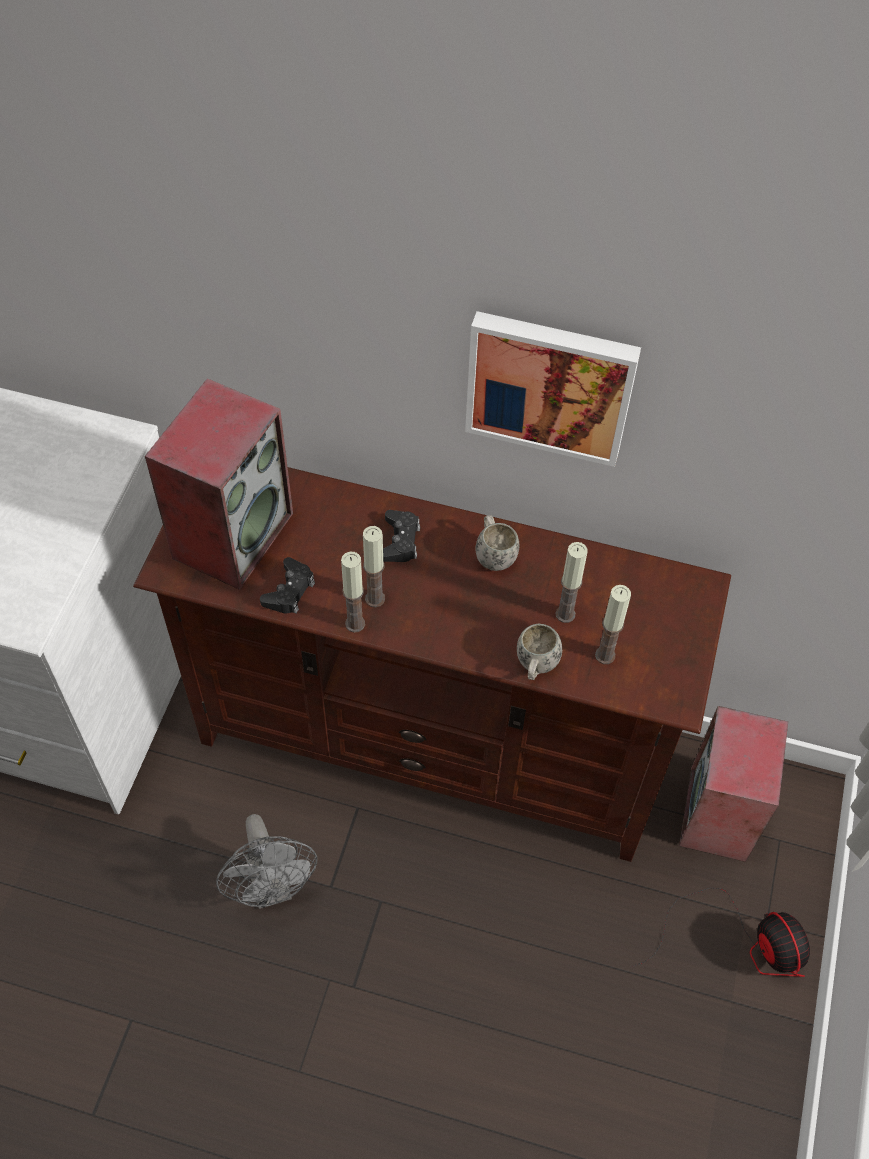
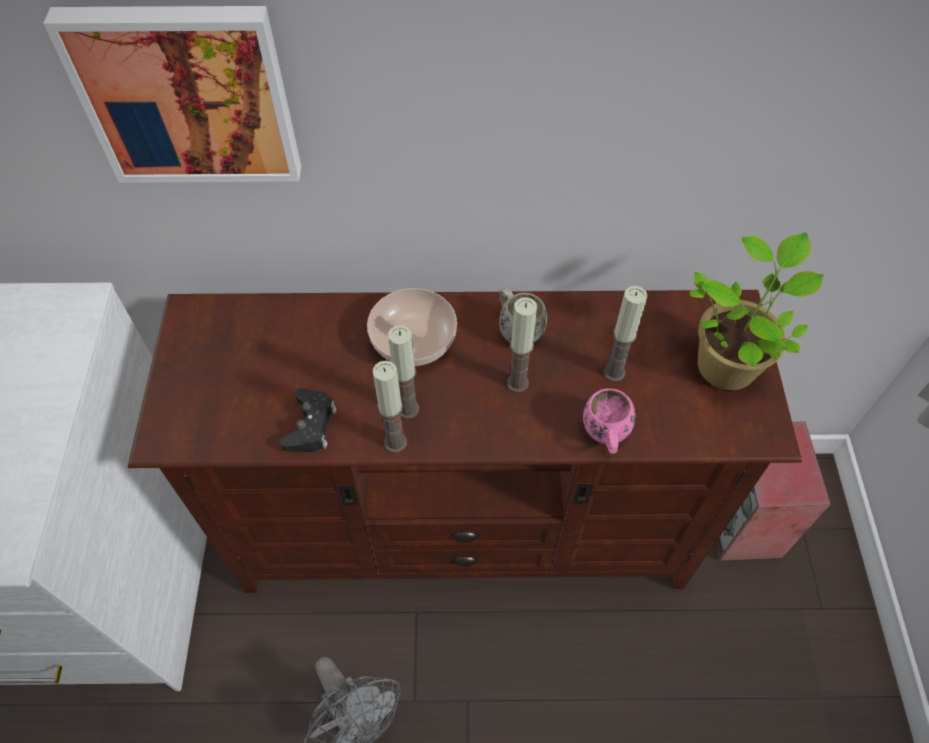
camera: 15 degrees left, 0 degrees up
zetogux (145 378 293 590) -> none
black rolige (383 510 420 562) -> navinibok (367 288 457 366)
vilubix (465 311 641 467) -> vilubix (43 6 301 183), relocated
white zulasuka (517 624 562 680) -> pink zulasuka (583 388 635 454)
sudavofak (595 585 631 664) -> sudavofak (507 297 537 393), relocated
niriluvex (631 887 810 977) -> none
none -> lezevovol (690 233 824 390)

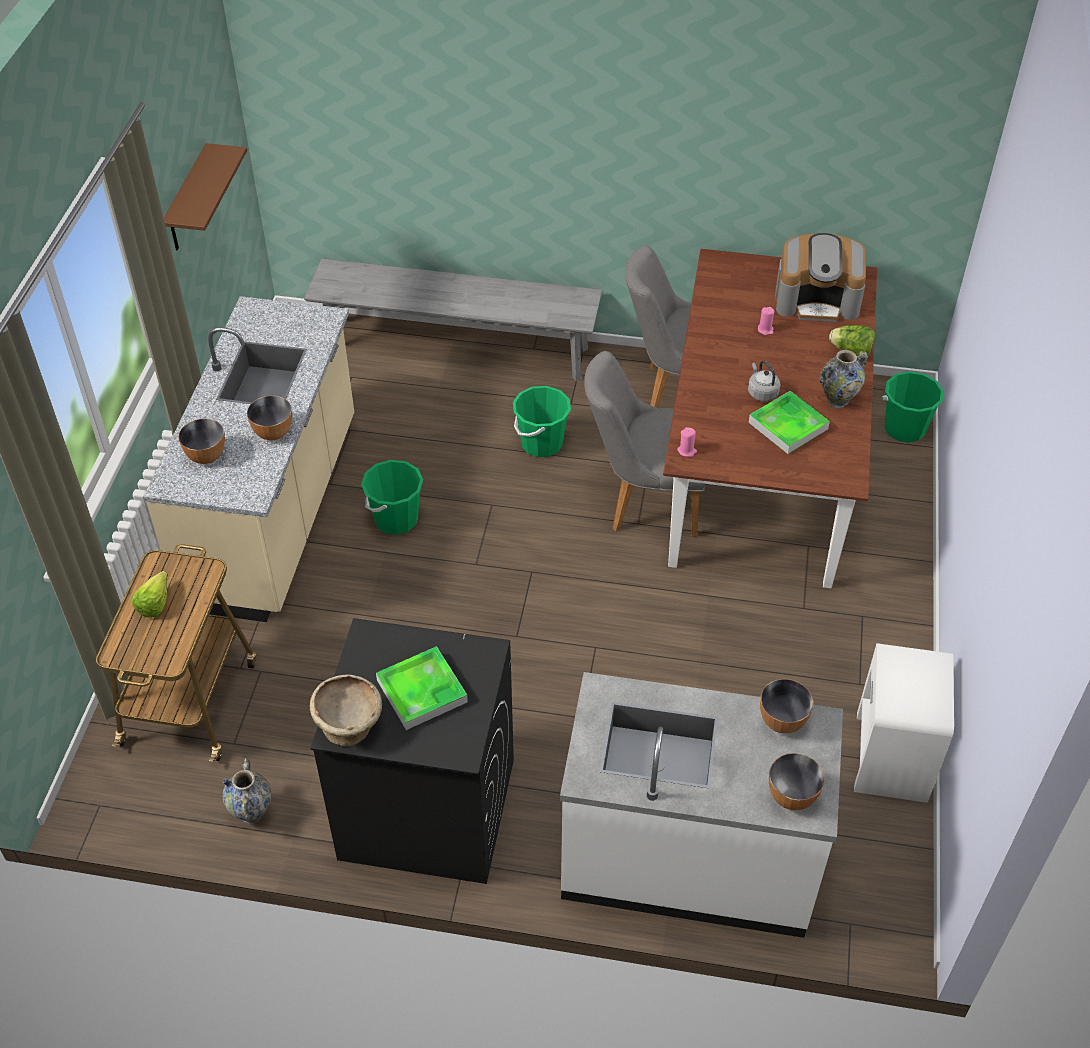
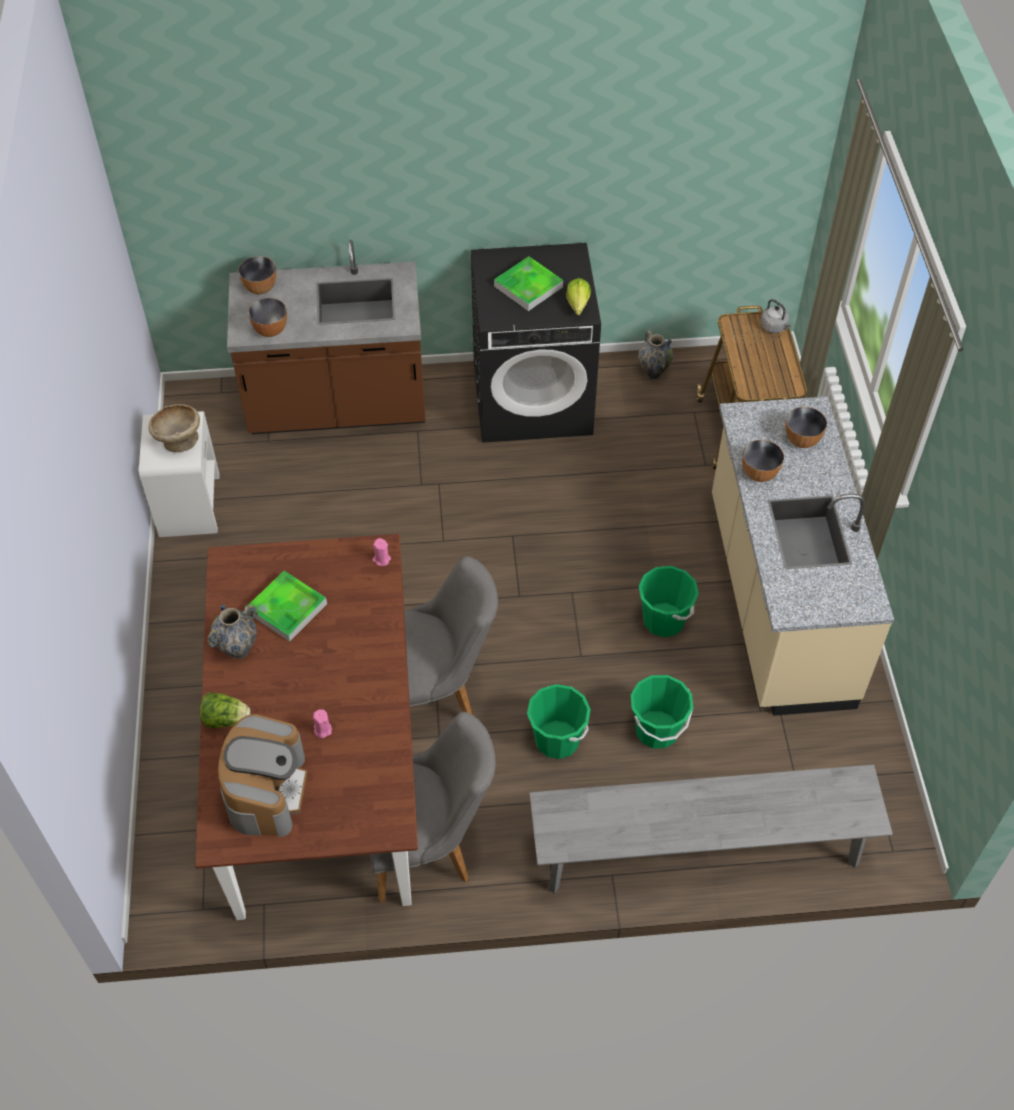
camera: 165 degrees right, 5 degrees up
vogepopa (132 571 168 617) -> vogepopa (566 278 591 315), relocated
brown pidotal (164 143 247 250) -> none
beige navinibok (310 675 382 746) -> beige navinibok (149 404 200 452), relocated
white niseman (560 672 843 938) -> brown niseman (227 240 426 434)
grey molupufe (748 361 781 401) -> grey molupufe (761 299 792 333), relocated
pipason (775 233 866 322) -> pipason (218 714 307 837), 105 degrees clockwise
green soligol (882 371 944 443) -> green soligol (631 675 693 748), relocated

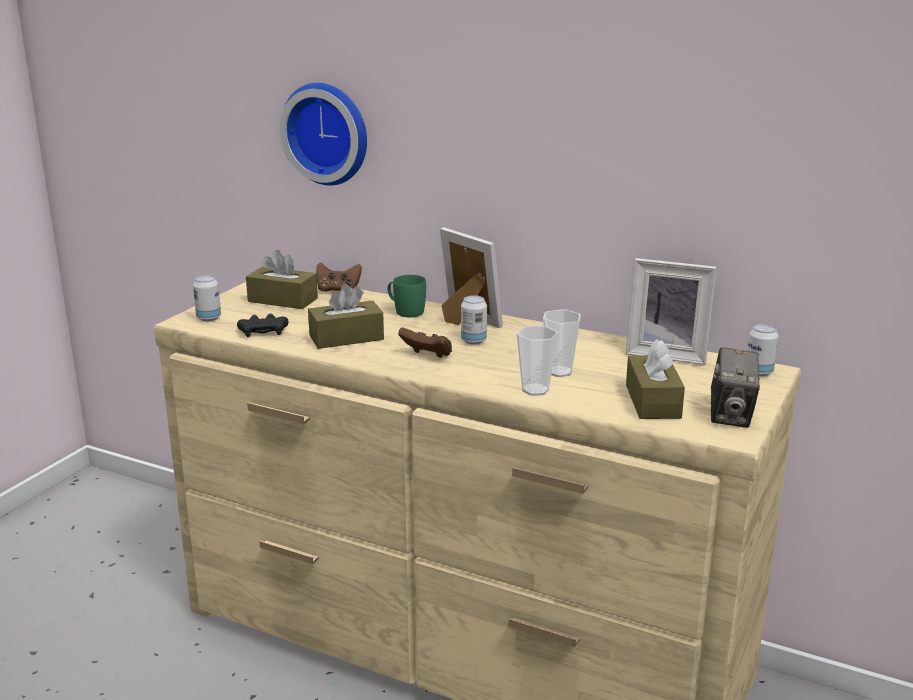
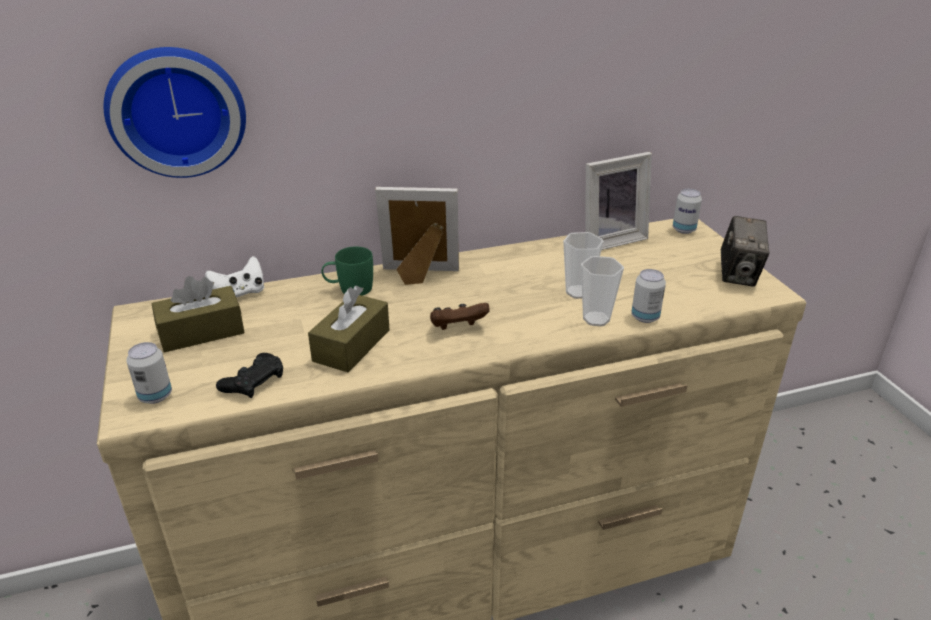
camera: 45 degrees left, 10 degrees up
brown rolige (316 262 362 292) -> white rolige (205 256 264 298)
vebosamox (461 295 487 345) -> vebosamox (631 269 666 323), relocated
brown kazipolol (626 339 685 419) -> none
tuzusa (711 347 760 428) -> tuzusa (721 216 770 287), 45 degrees clockwise

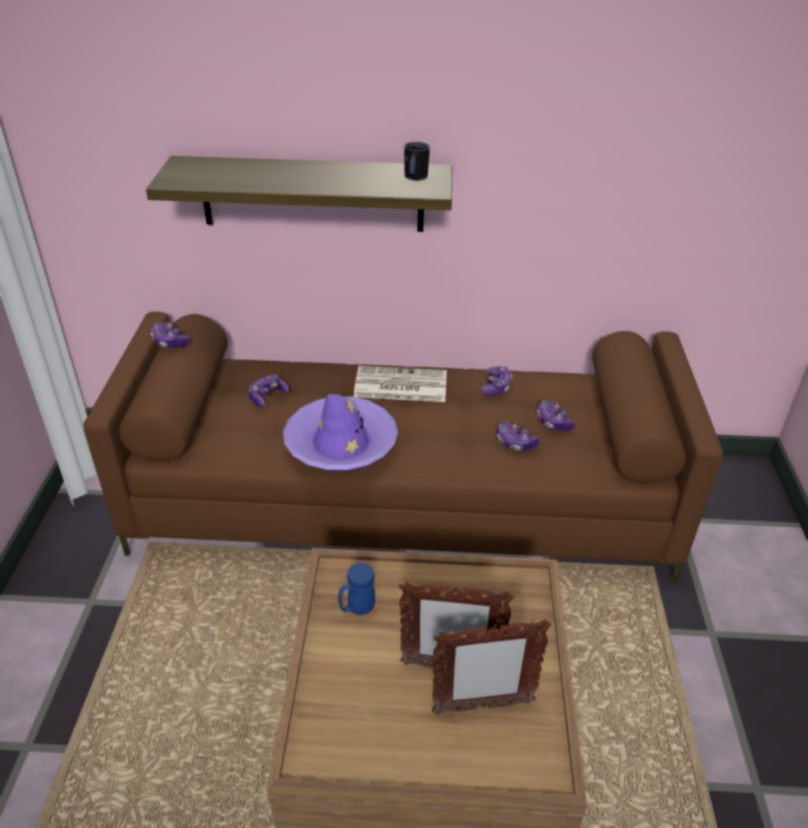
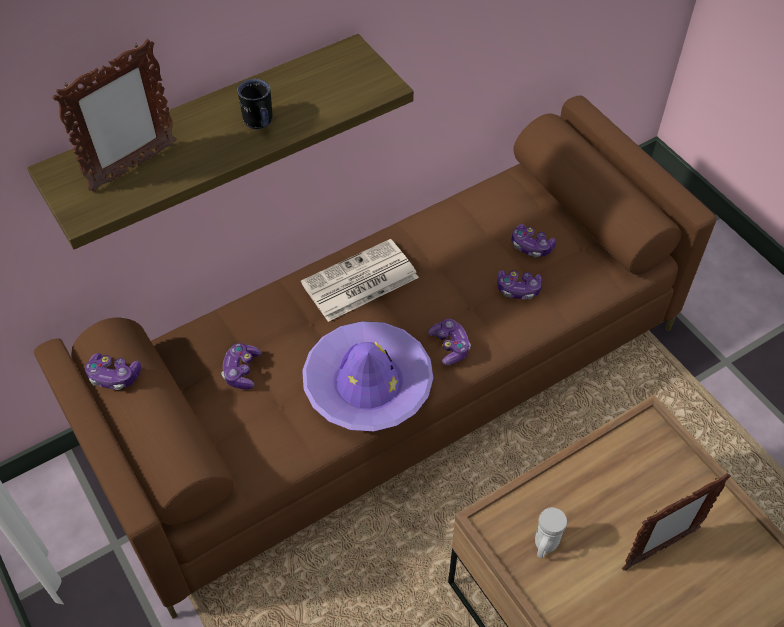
camera: 35 degrees left, 15 degrees up
blue zulasuka (338 563 375 615) -> white zulasuka (535 507 567 558)
black zulasuka (404 142 430 181) -> black zulasuka (238 79 272 129), relocated
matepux (432 619 551 715) -> matepux (52 39 176 192), relocated
rolige (481 366 512 395) -> rolige (428 319 471 365), relocated

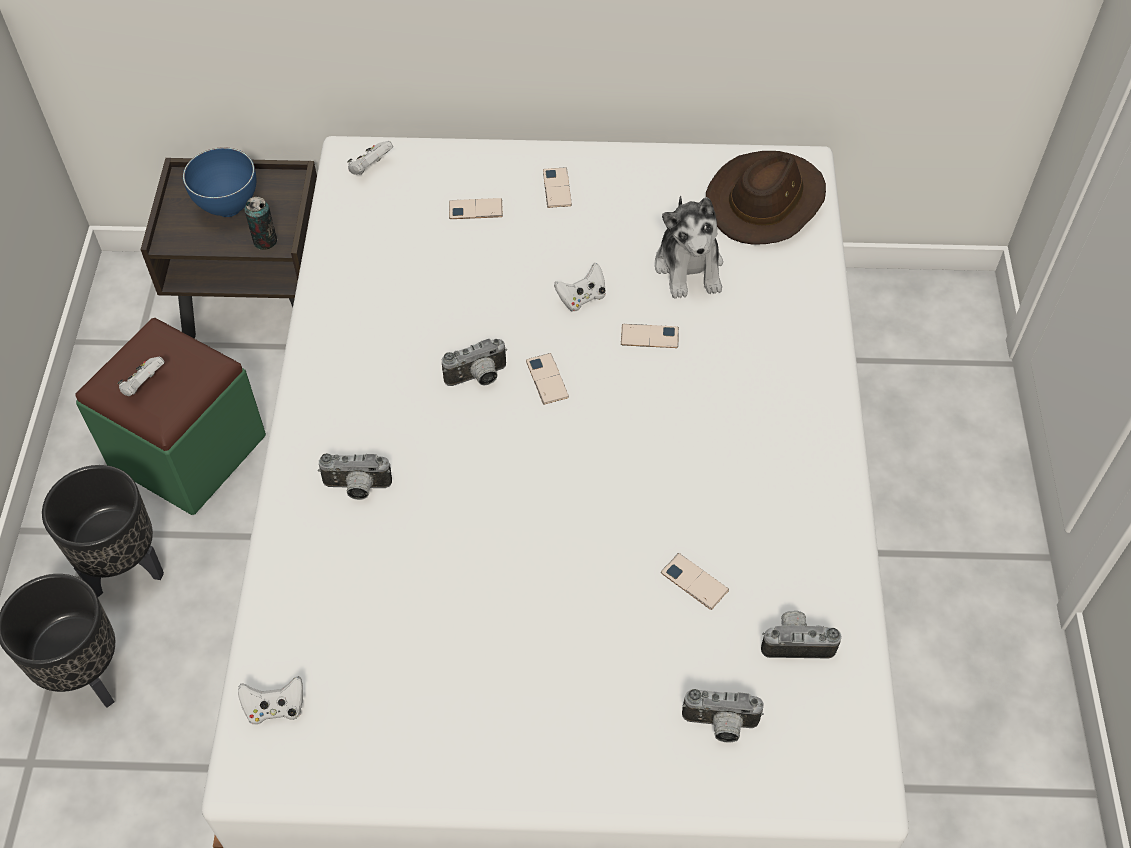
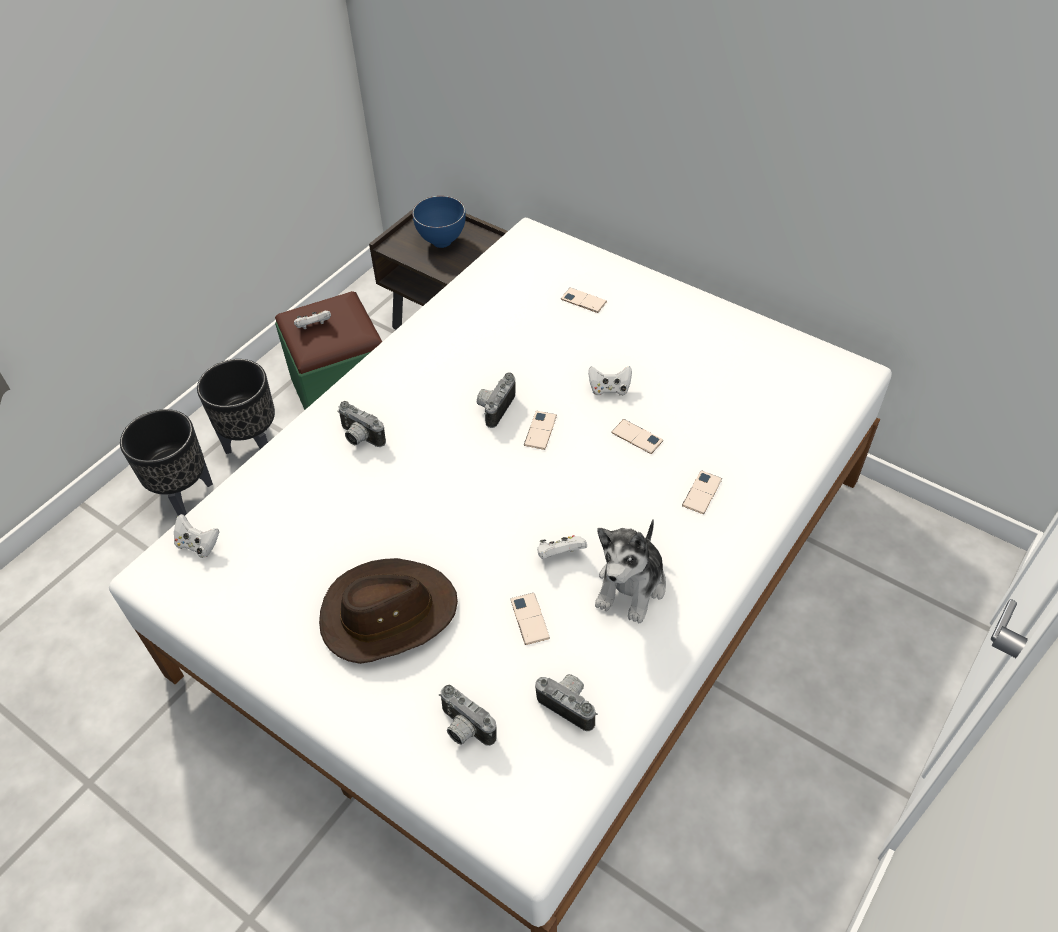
camera: 35 degrees right, 5 degrees down
vebosamox (244 197 277 250) -> none
white rolige (347 141 393 175) -> white rolige (537 535 587 559), relocated
tuzusa (442 339 507 386) -> tuzusa (477 372 515 428), 105 degrees clockwise
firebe (543 167 572 208) -> firebe (682 470 722 514), relocated
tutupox (655 196 723 299) -> tutupox (595 519 666 624), relocated
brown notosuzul (706 151 826 245) -> brown notosuzul (319 558 458 664), relocated

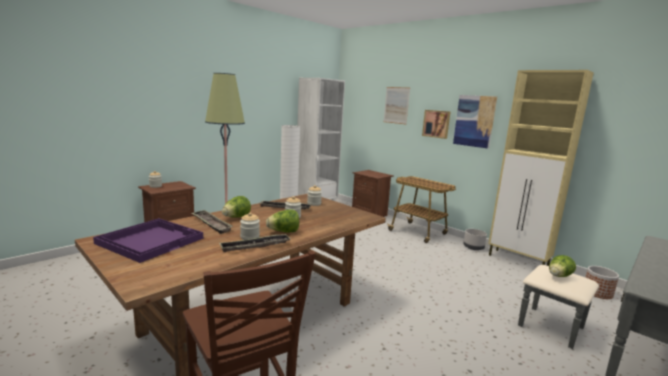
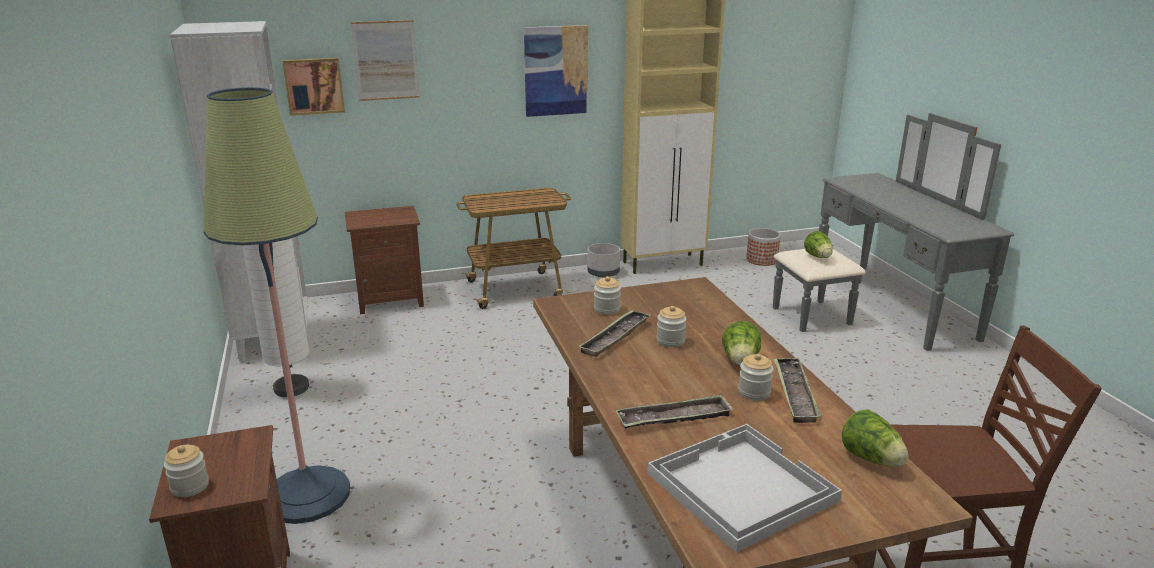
camera: 60 degrees left, 10 degrees up
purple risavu (93 218 203 263) -> white risavu (648 424 842 553)
vogepopa (222 196 251 218) -> vogepopa (842 409 909 467), relocated
vilubix (422 110 450 139) -> vilubix (282 58 345 116), relocated

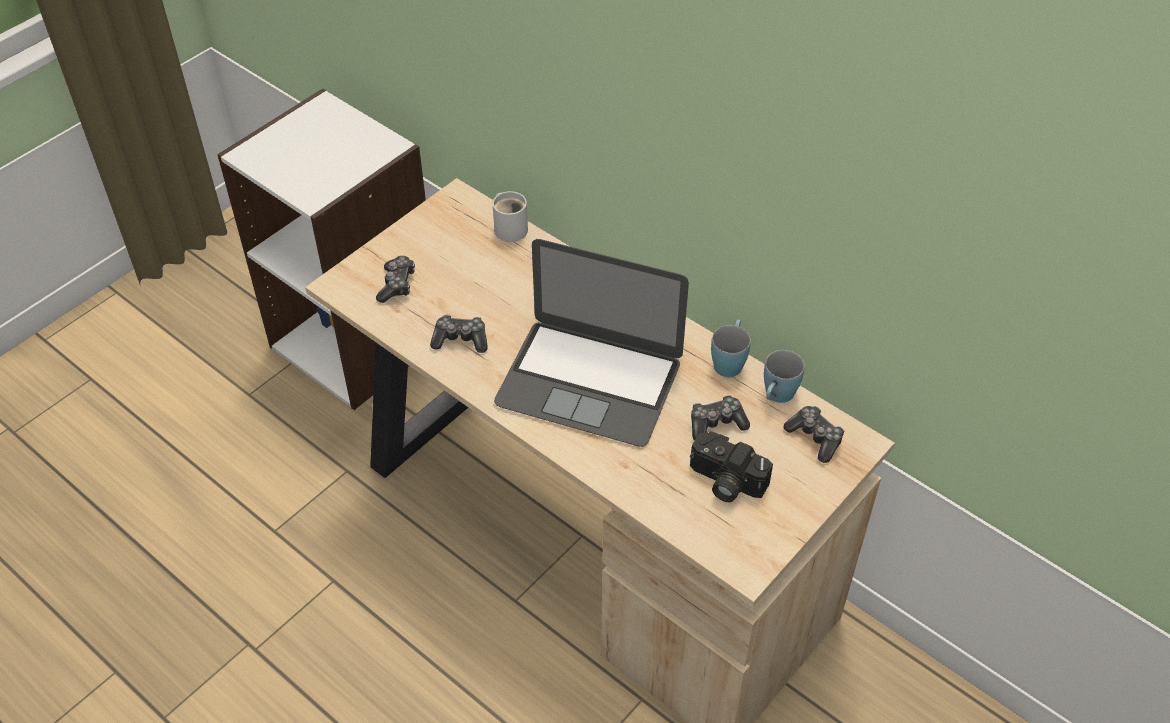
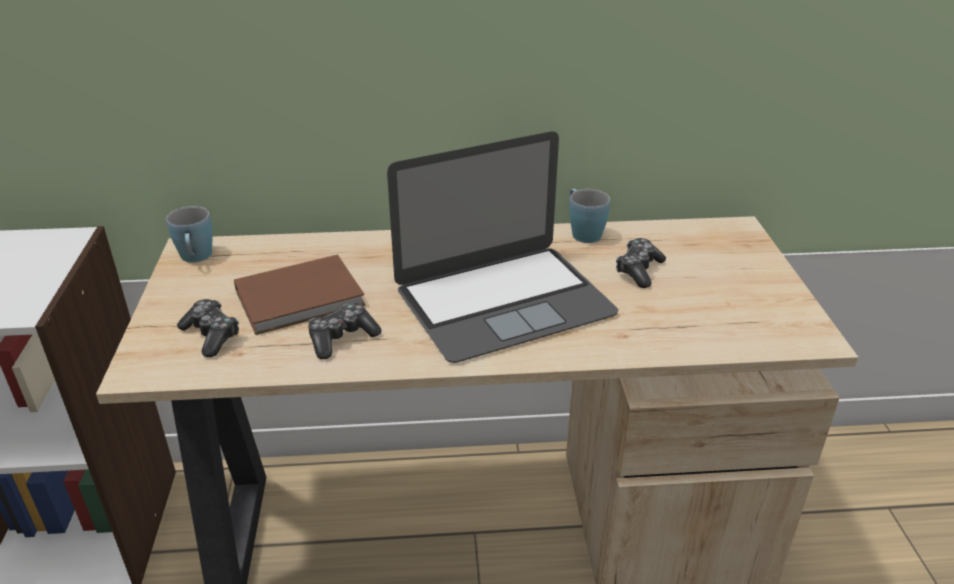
camera: 45 degrees left, 15 degrees down
white zulasuka (492 191 528 242) -> none
tuzusa (690 432 773 502) -> none
blue zulasuka (764 350 805 403) -> blue zulasuka (166 206 213 263), relocated
rolige (784 406 845 463) -> none
none -> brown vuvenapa (234 254 365 335)

